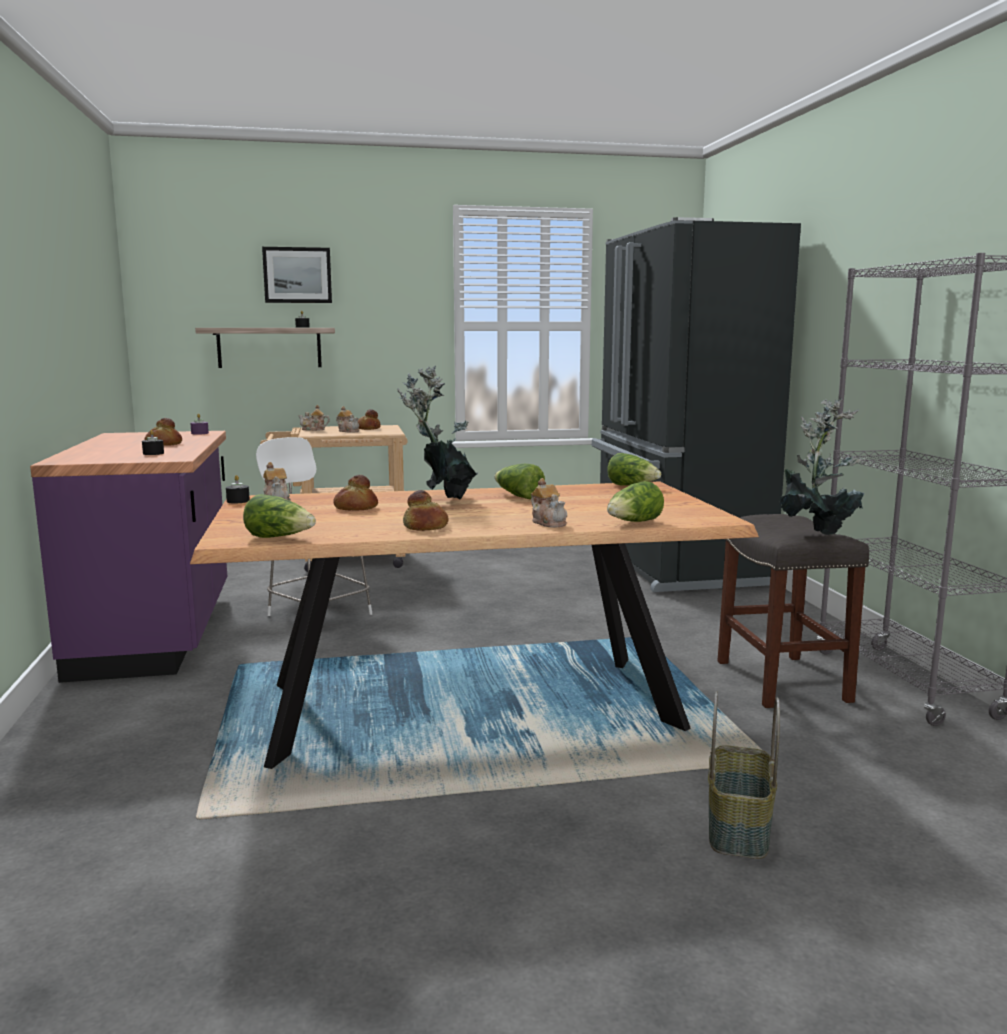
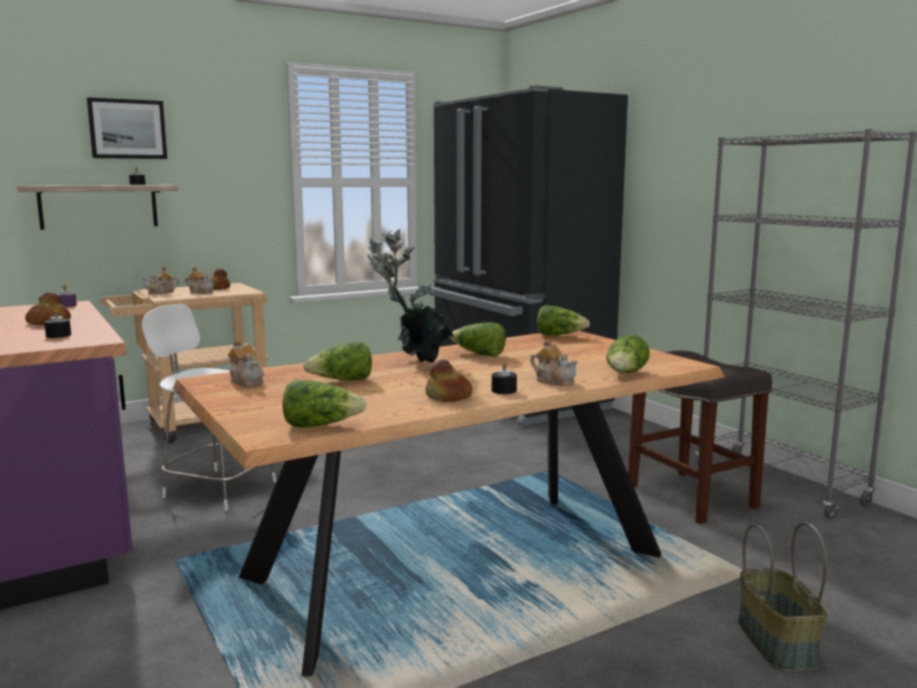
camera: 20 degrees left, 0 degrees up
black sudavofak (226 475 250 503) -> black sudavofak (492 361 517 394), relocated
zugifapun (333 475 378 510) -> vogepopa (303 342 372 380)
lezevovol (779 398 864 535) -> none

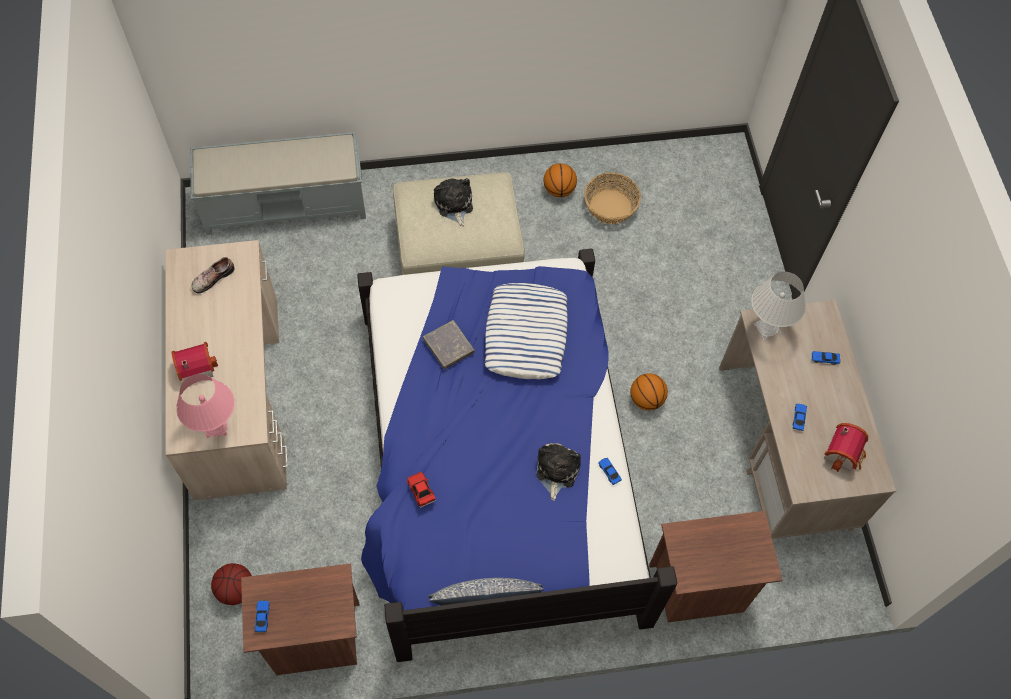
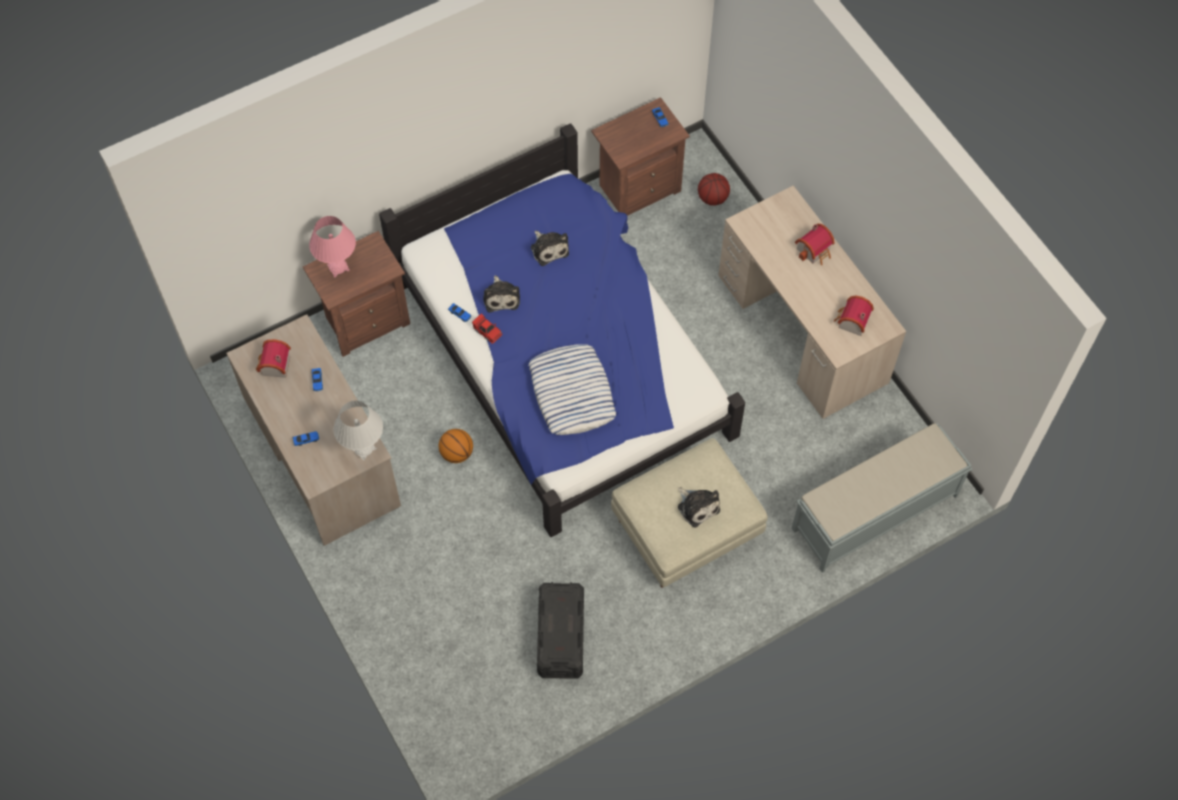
camera: 160 degrees right, 0 degrees up
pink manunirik (176 374 234 438) -> pink manunirik (309 216 356 278), relocated
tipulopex (191 257 234 294) -> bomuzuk (834 295 874 336)
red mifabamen (407 472 436 508) -> red mifabamen (472 314 502 344), relocated
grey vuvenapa (423 320 475 369) -> none
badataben (428 578 544 605) -> none
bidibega (543 163 577 197) -> none
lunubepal (584 172 641 224) -> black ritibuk (537 582 584 679)
none -> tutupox (531 231 569 266)

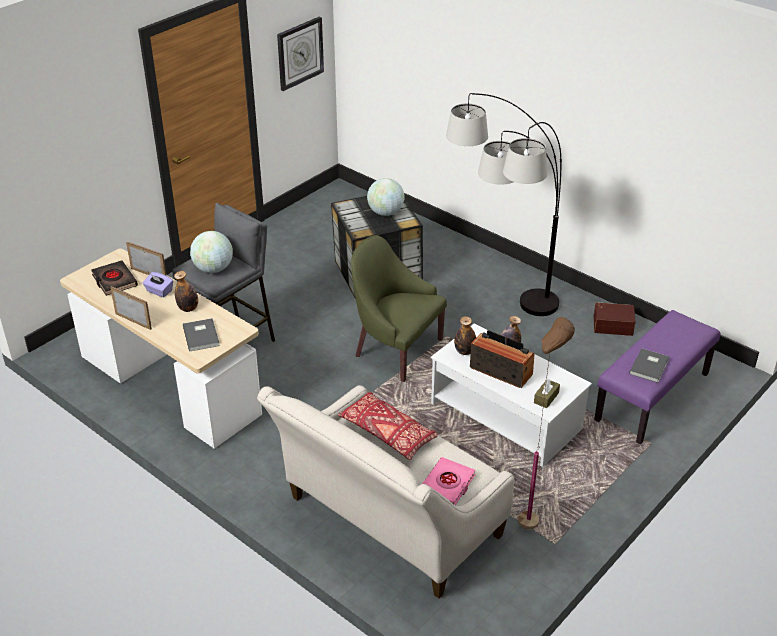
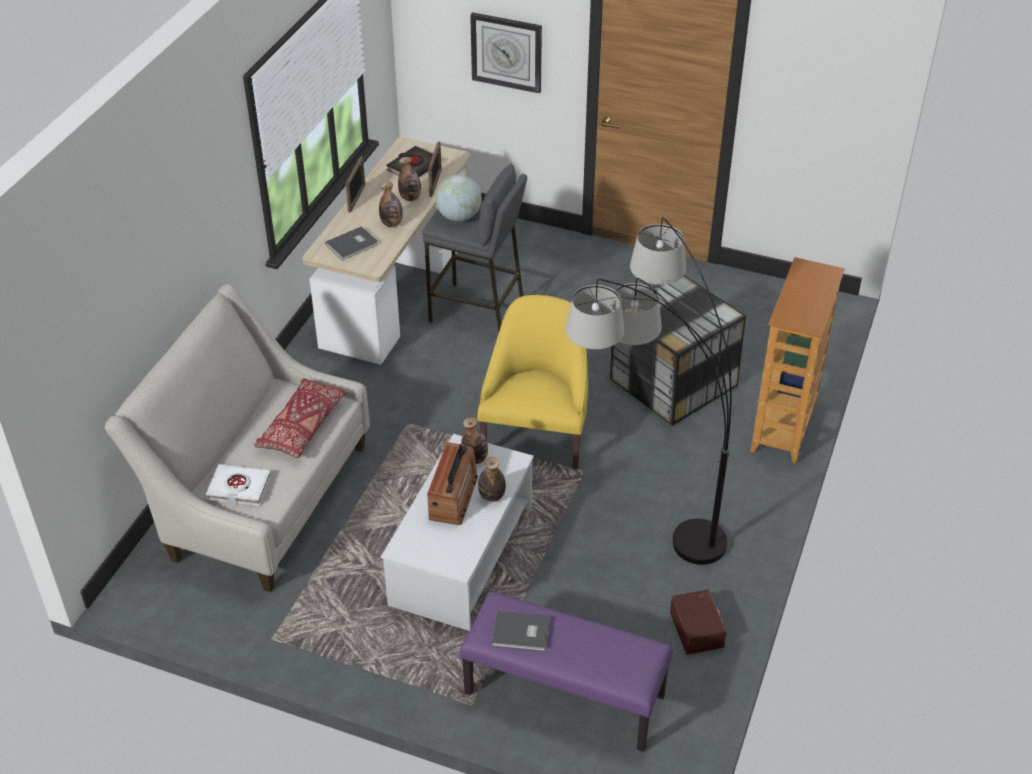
camera: 70 degrees right, 5 degrees up
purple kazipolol (143 272 173 297) -> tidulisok (398 157 421 201)
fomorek (277 17 324 91) -> fomorek (470 12 542 94), relocated
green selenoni (351 235 447 382) -> yellow selenoni (477 295 588 469)
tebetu (367 178 405 216) -> none
pink vuvenapa (422 457 476 505) -> white vuvenapa (206 464 271 505)
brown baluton (518 317 575 529) -> none
brown kazipolol (534 379 560 408) -> none
none -> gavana (750 257 845 464)

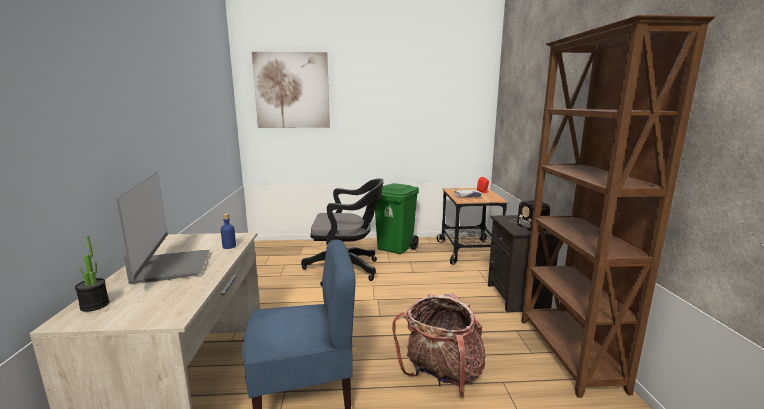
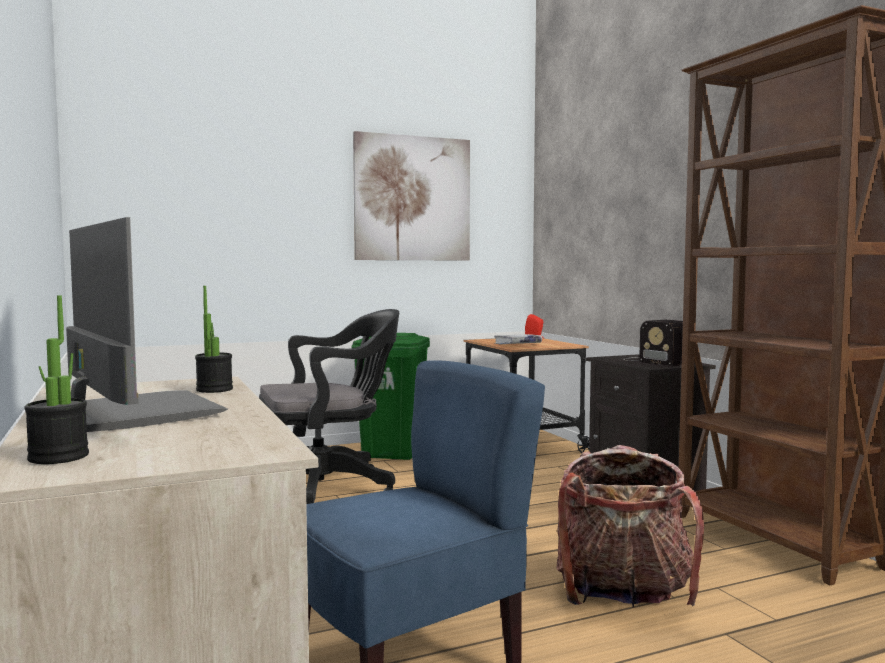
camera: 20 degrees left, 10 degrees down
blue tidulisok (221 214 236 249) -> lezevovol (195 286 233 393)
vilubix (252 52 330 128) -> vilubix (353 131 470 261), relocated

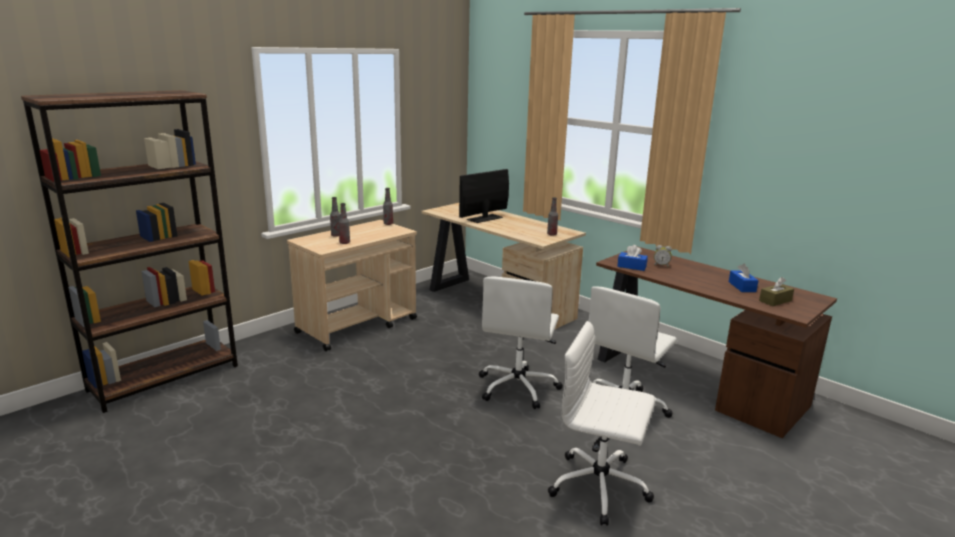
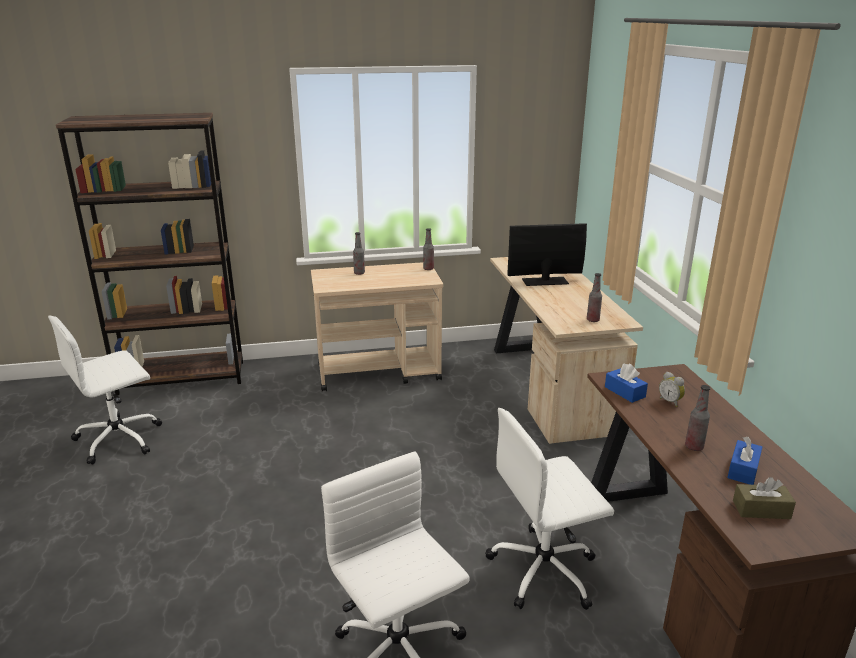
camera: 35 degrees right, 5 degrees up
tidulisok (338 203 350 244) -> tidulisok (685 385 710 451), relocated
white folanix (479 276 563 409) -> white folanix (48 316 162 465), relocated

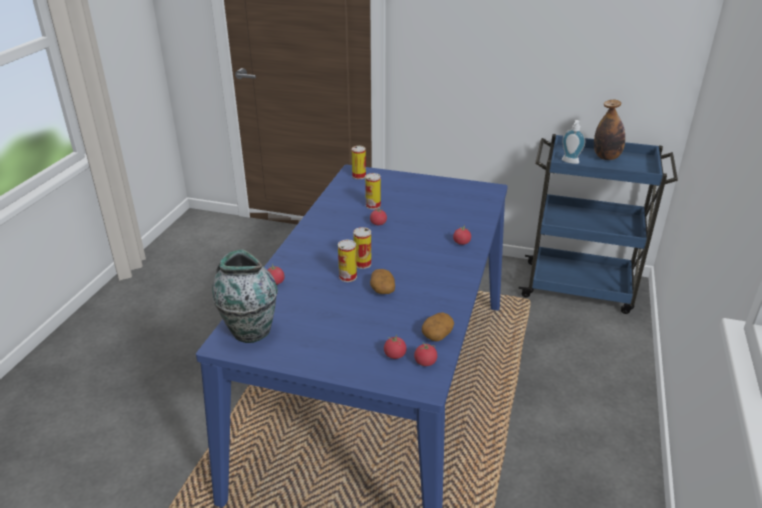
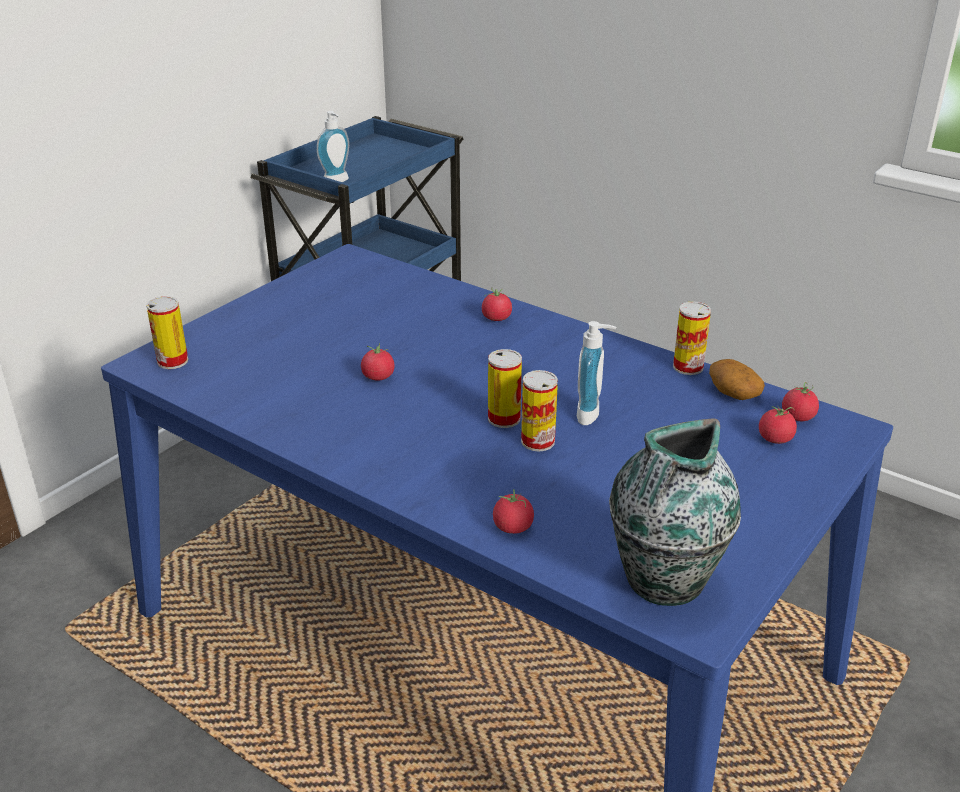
camera: 70 degrees left, 0 degrees up
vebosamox (365 173 381 210) -> vebosamox (673 302 711 375), relocated
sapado (370 269 395 294) -> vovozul (577 321 616 425)
tidulisok (594 100 625 160) -> none

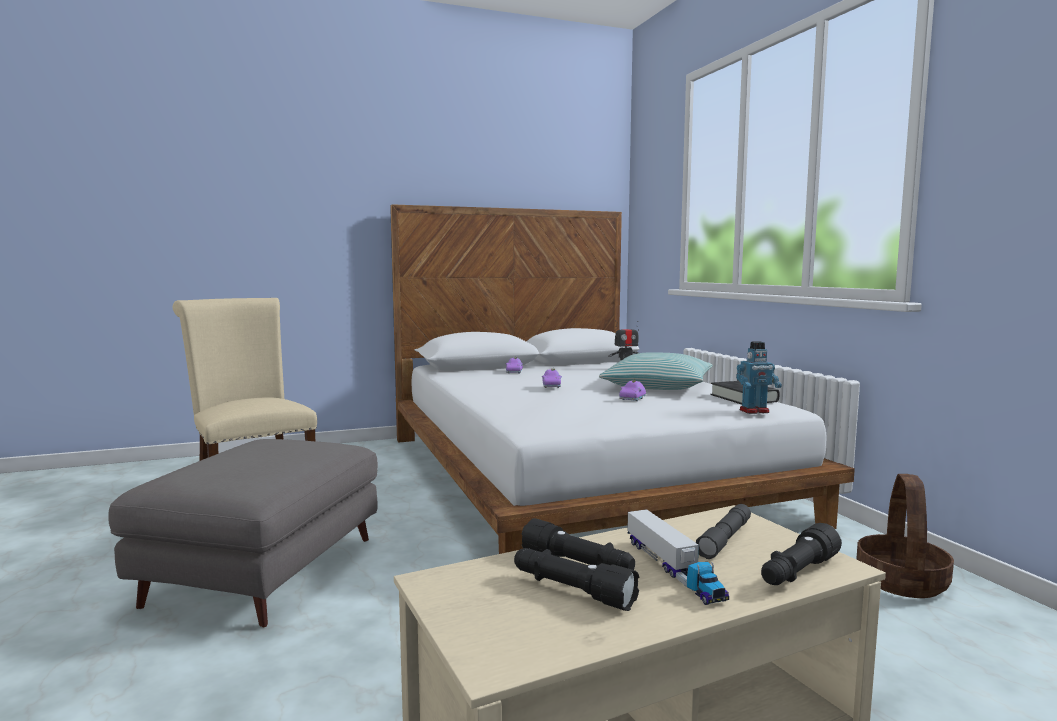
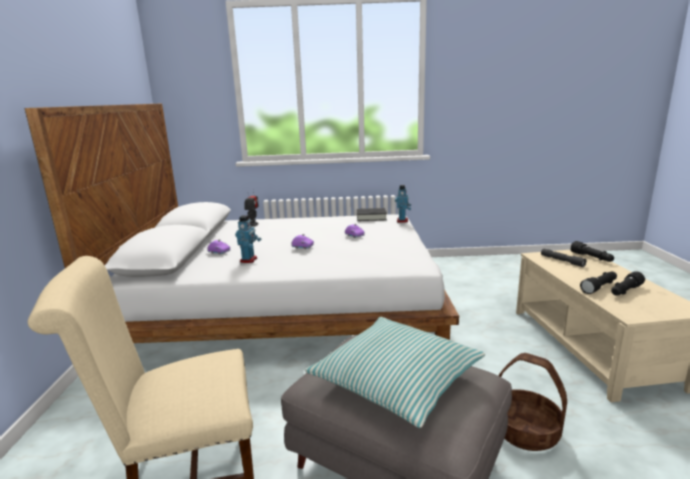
camera: 70 degrees left, 10 degrees up
badataben (599 352 712 390) -> badataben (305 317 485 428), relocated
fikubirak (627 509 729 605) -> none
lunubepal (856 474 954 598) -> lunubepal (499 353 567 451), relocated
none -> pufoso (235 215 261 263)

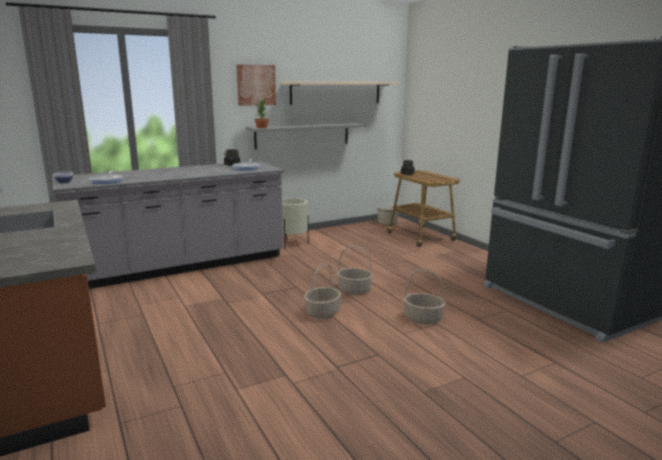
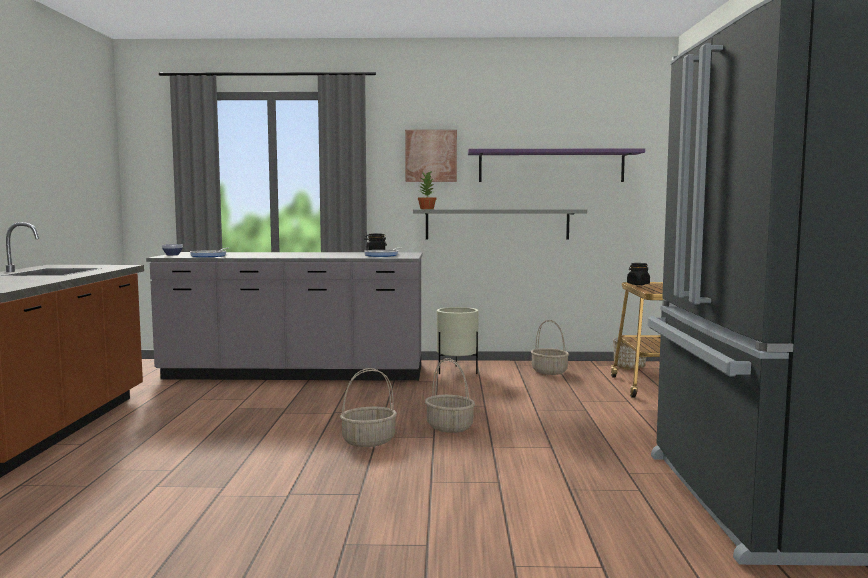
camera: 30 degrees right, 10 degrees down
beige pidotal (282 82 399 105) -> purple pidotal (468 149 645 182)
lunubepal (403 269 445 325) -> lunubepal (531 320 569 375), relocated

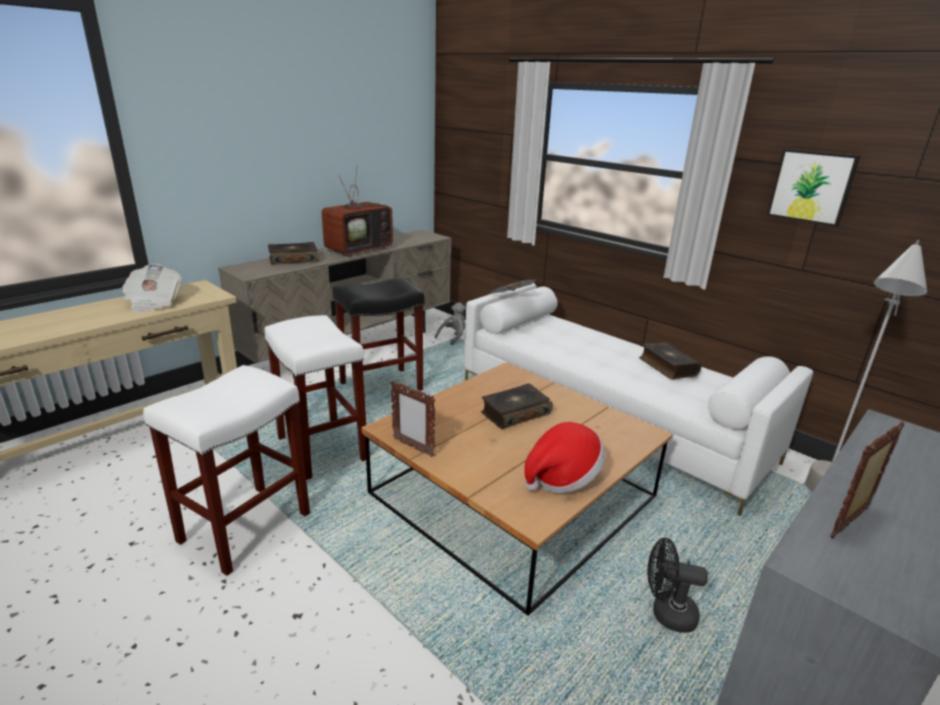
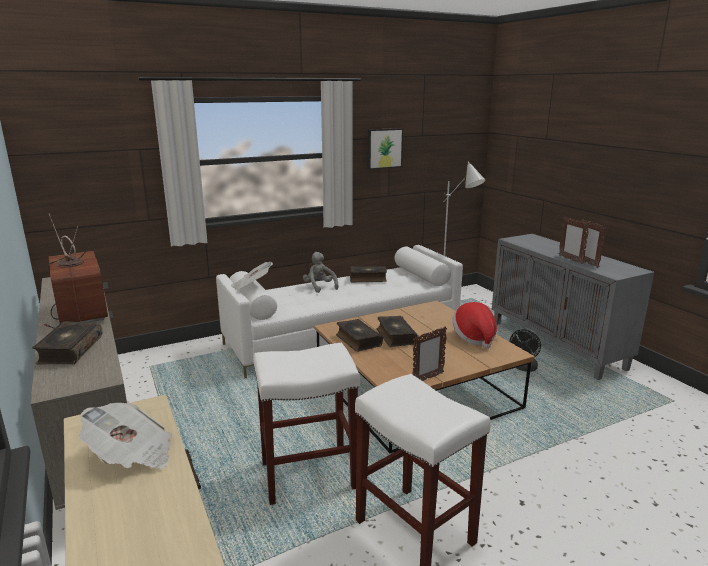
camera: 70 degrees left, 5 degrees down
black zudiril (333 278 425 391) -> none
grey tutupox (435 303 466 345) -> grey tutupox (303 252 339 293), relocated
none -> vuvenapa (336 319 383 352)
none -> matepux (559 217 590 264)

